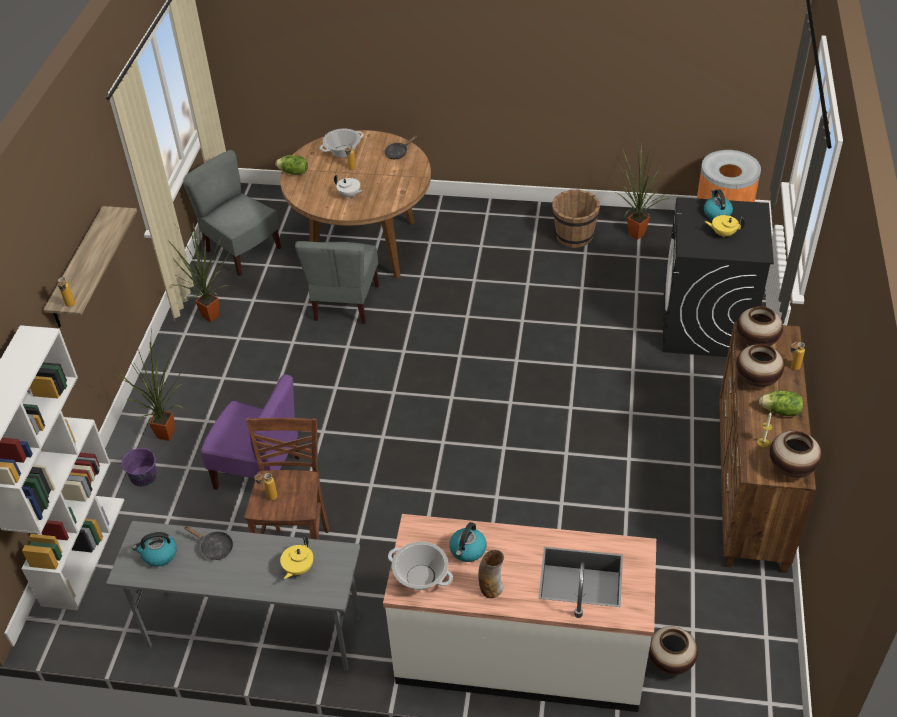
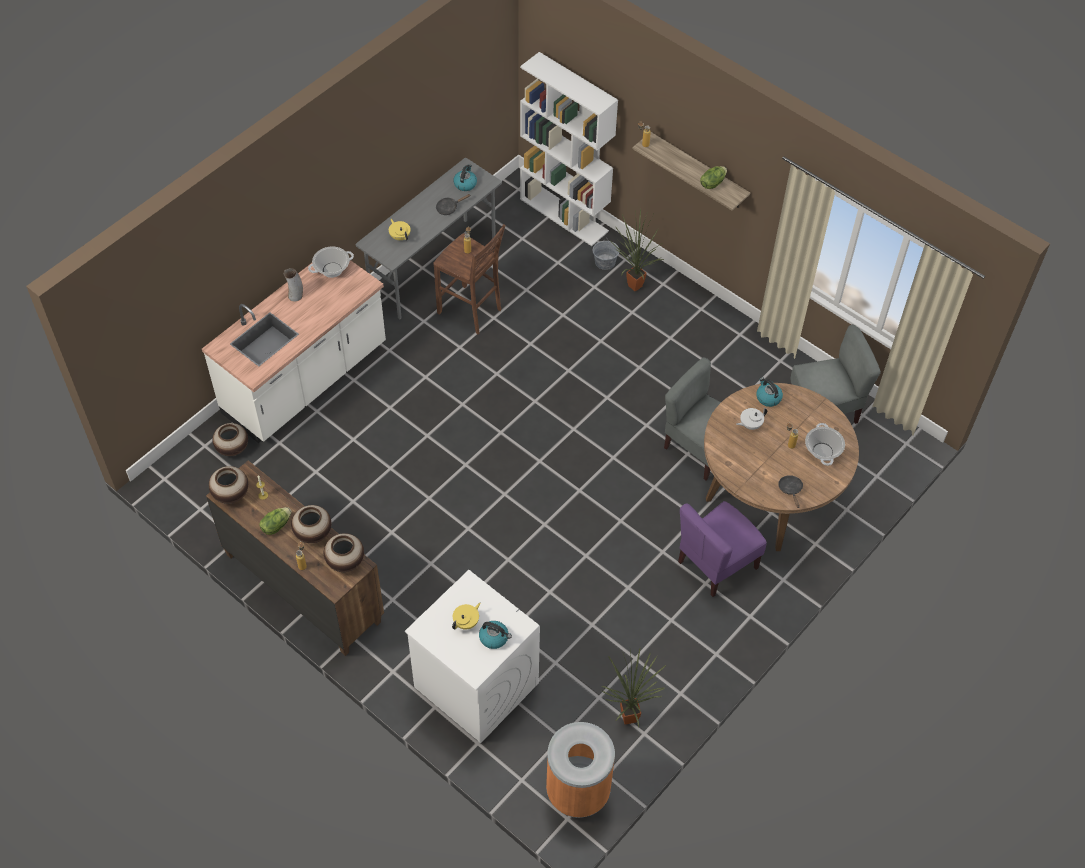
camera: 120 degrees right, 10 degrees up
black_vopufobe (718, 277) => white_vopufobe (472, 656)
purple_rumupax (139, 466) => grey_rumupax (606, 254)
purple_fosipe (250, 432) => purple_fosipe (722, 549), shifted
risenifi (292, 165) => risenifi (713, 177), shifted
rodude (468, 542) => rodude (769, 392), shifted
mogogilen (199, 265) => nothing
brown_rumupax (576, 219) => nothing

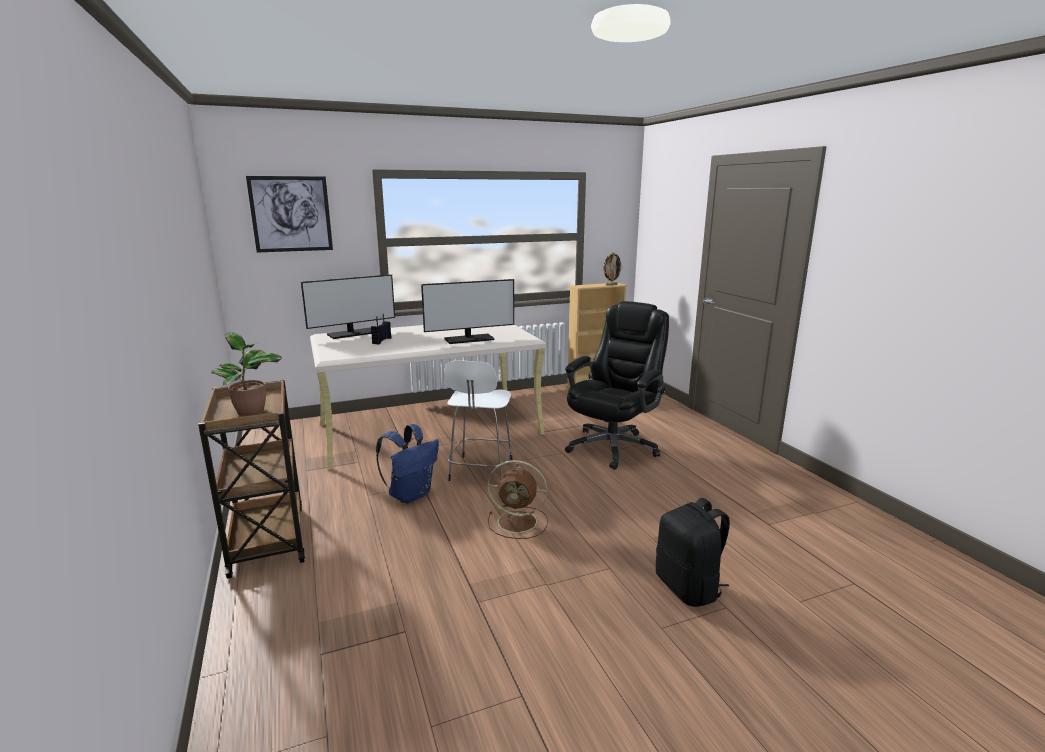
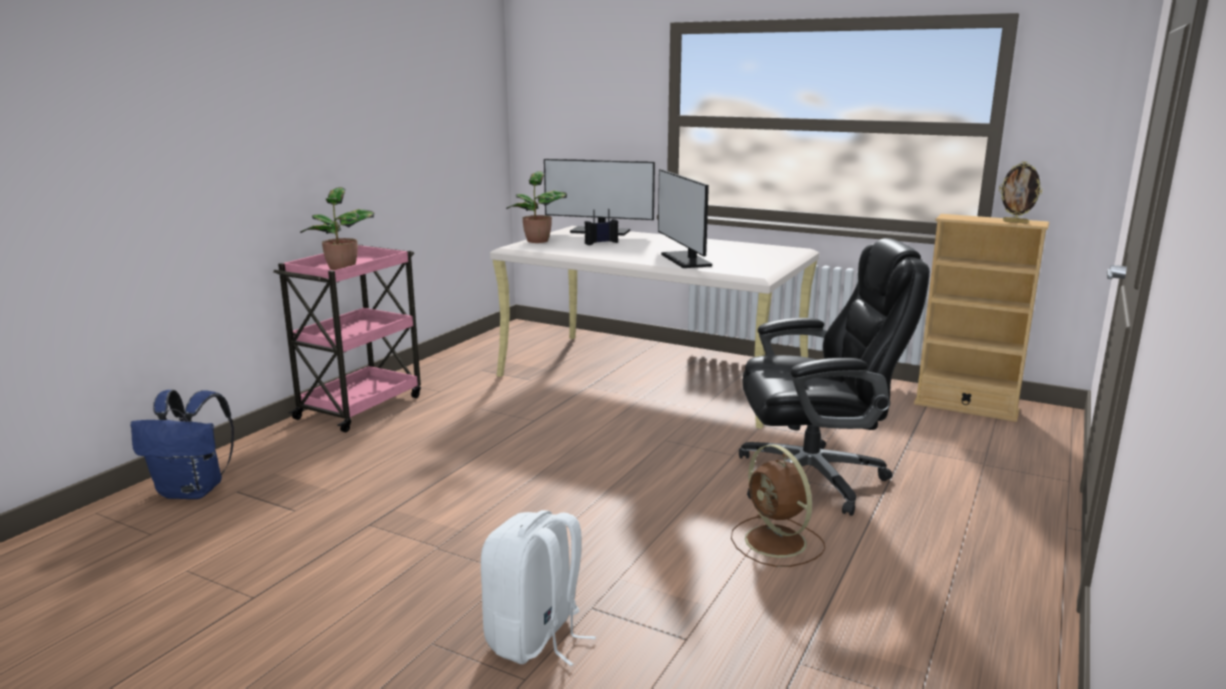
camera: 50 degrees right, 0 degrees up
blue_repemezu (407, 464) => blue_repemezu (182, 444), shifted
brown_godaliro (251, 479) => pink_godaliro (347, 338)
black_repemezu (693, 552) => white_repemezu (538, 588)
nothing => mogogilen (536, 207)
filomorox (467, 311) => filomorox (685, 218), 45 degrees clockwise
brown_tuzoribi (517, 499) => brown_tuzoribi (778, 505), shifted
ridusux (289, 214) => nothing
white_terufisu (478, 420) => nothing

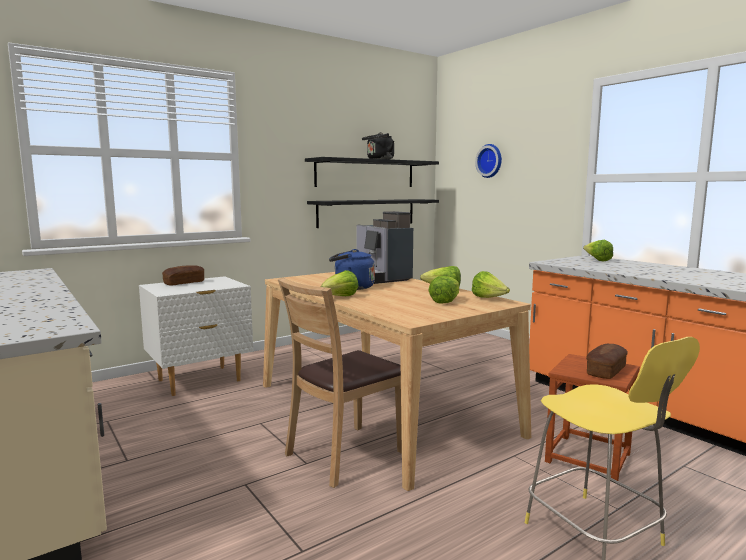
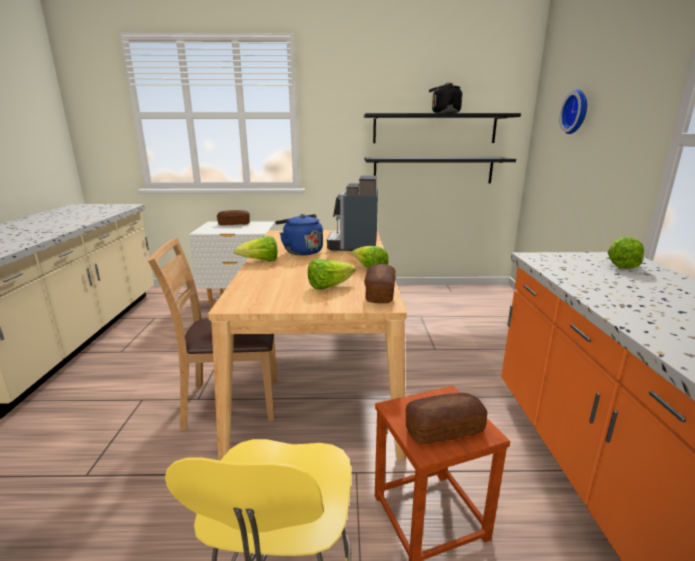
camera: 35 degrees right, 10 degrees up
risenifi (491, 284) => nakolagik (380, 283)

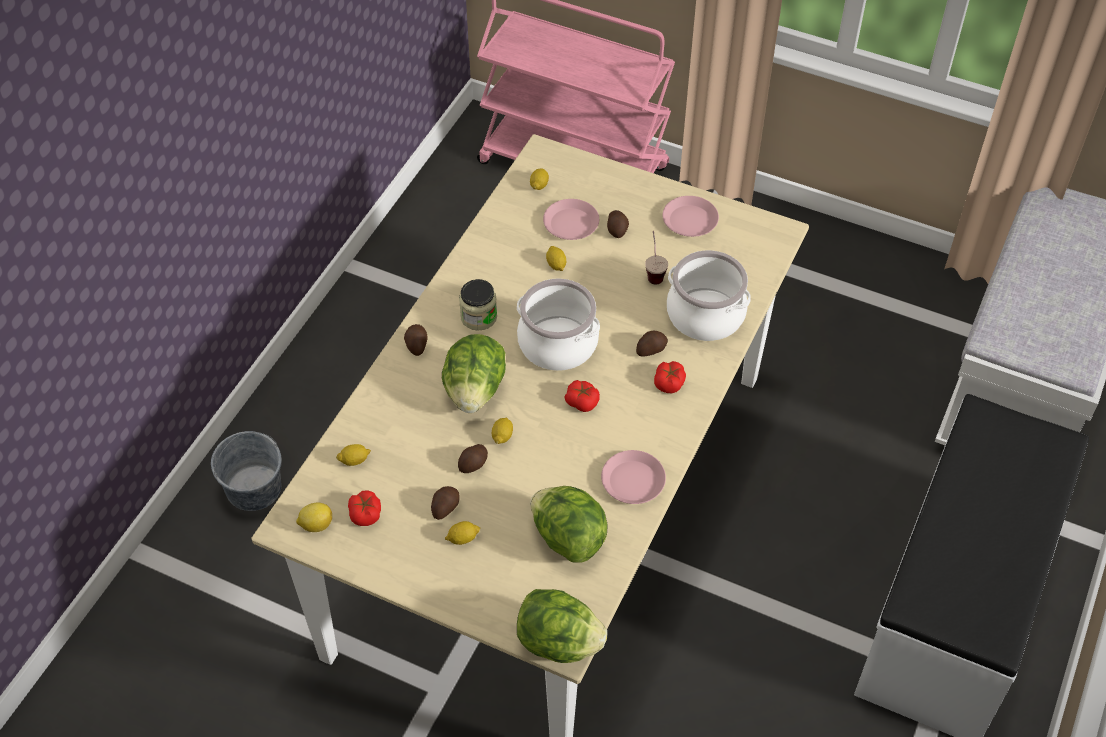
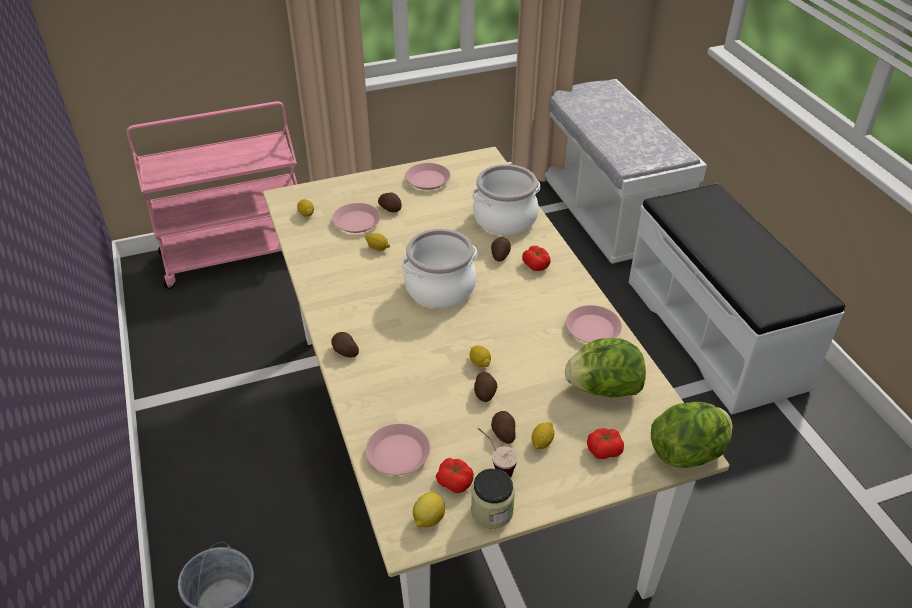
camera: 45 degrees left, 10 degrees down
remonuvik (353, 455) => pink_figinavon (398, 449)
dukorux (478, 305) => dukorux (493, 499), shifted
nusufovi (656, 257) => nusufovi (498, 452), shifted
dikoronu (582, 396) => dikoronu (605, 443), shifted
risenifi (474, 373) => nothing

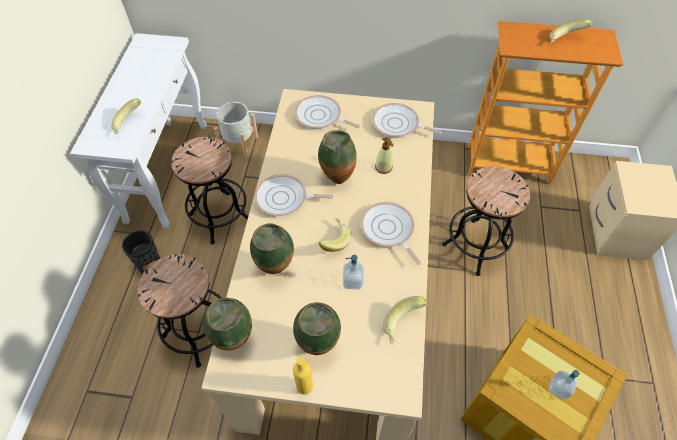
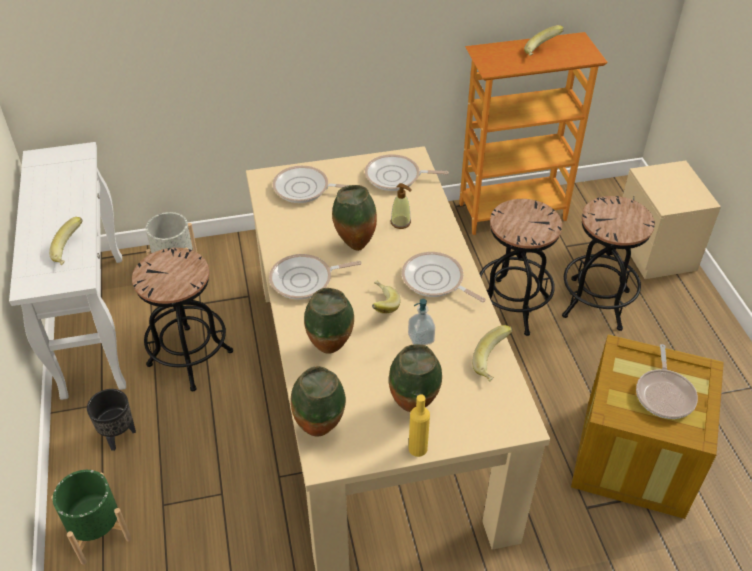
camera: 20 degrees left, 10 degrees down
nothing => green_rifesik (91, 517)
black_terufisu (179, 311) => black_terufisu (608, 263), shifted
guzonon (564, 384) => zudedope (667, 381)

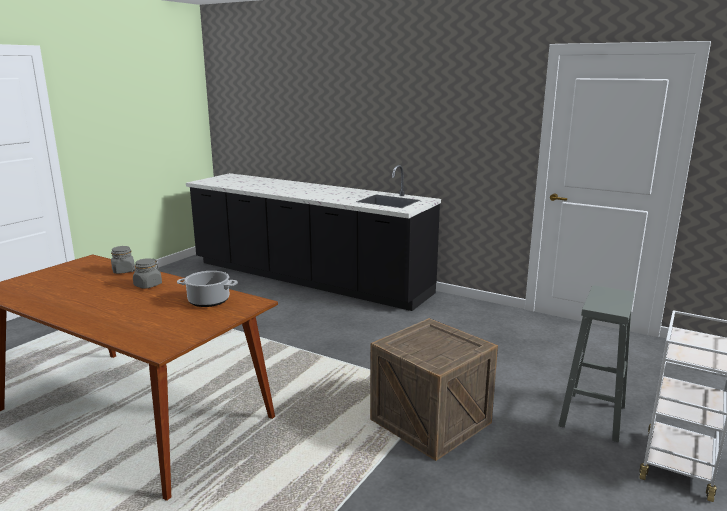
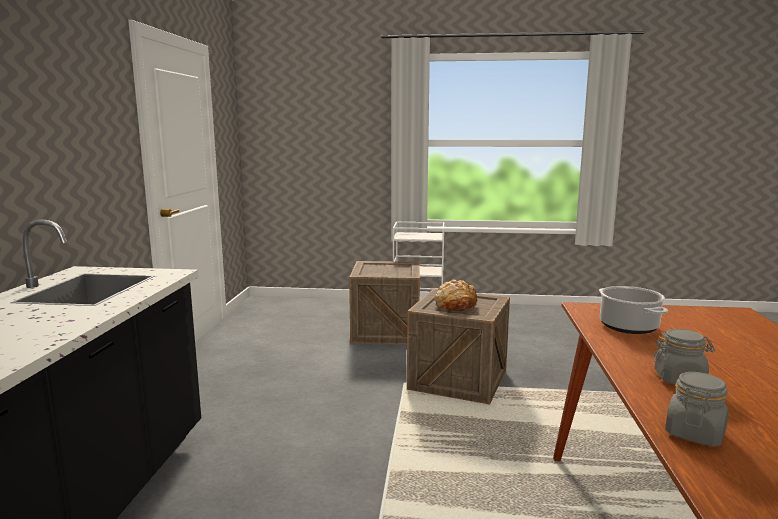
camera: 115 degrees left, 5 degrees down
grey_terufisu (596, 363) => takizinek (384, 303)
nothing => nakolagik (455, 295)

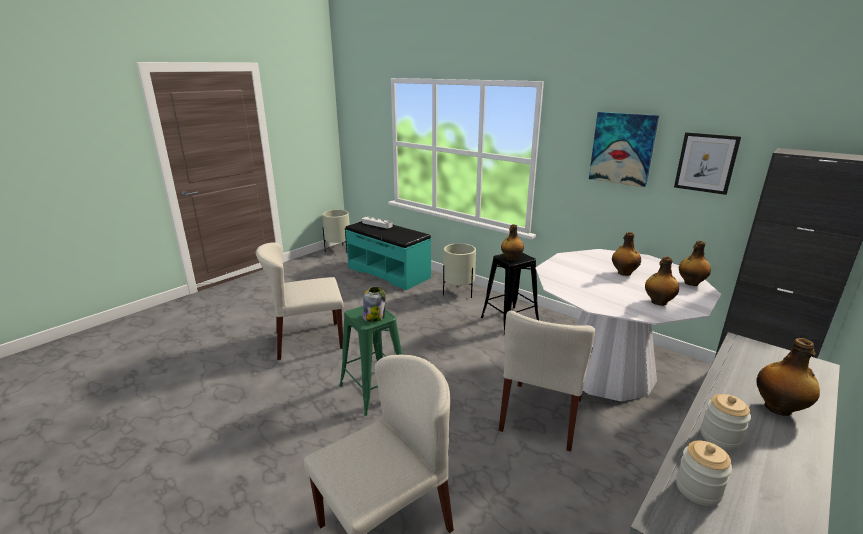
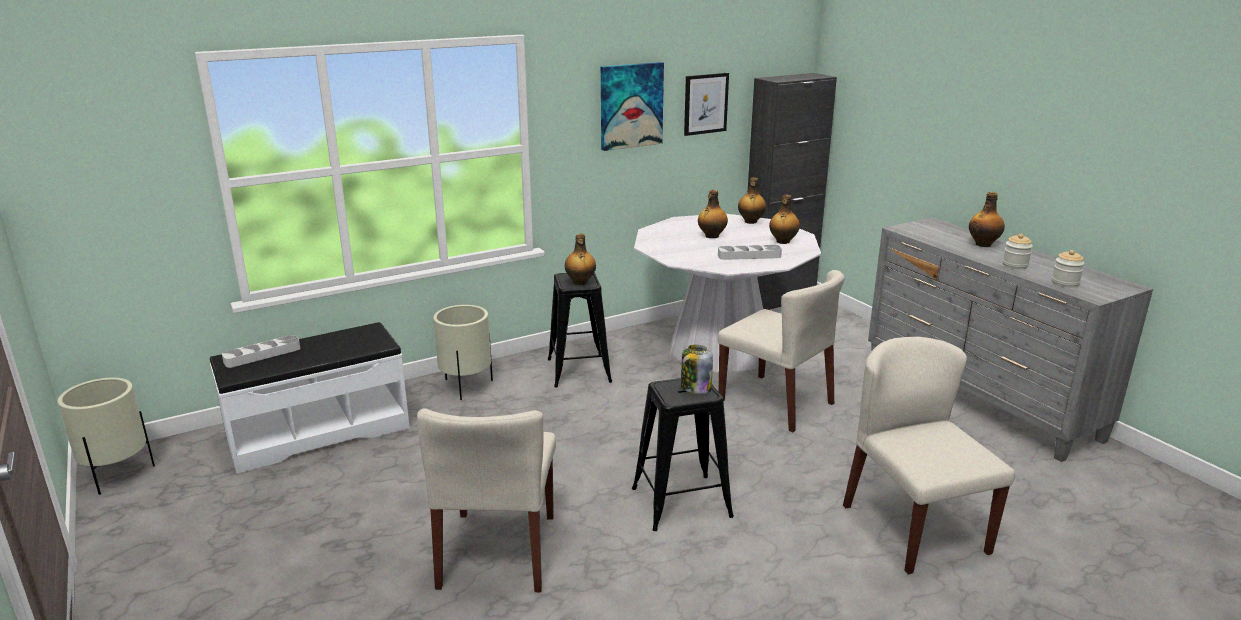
camera: 70 degrees left, 0 degrees up
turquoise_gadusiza (388, 255) => white_gadusiza (310, 398)
green_terufisu (370, 361) => black_terufisu (683, 454)
nothing => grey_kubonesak (750, 252)

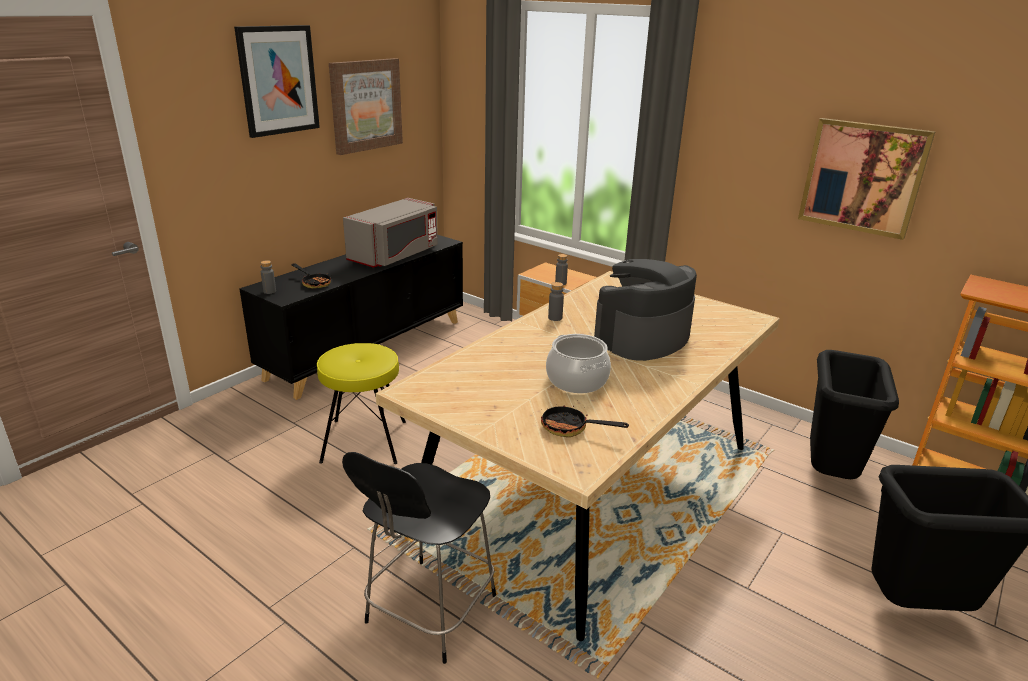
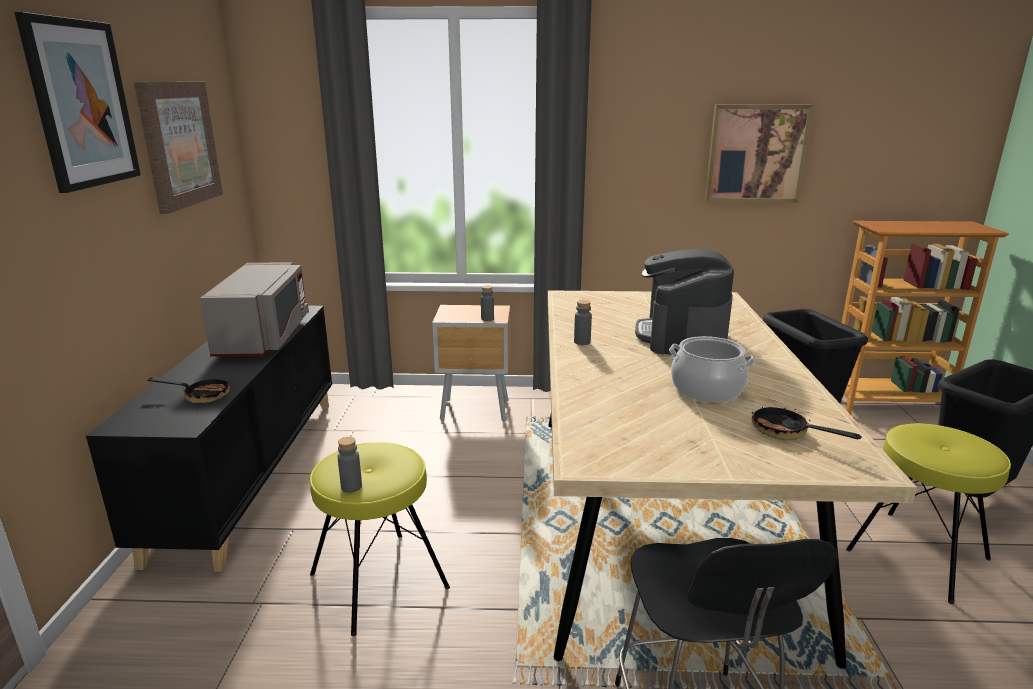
camera: 35 degrees left, 5 degrees down
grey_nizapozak (268, 277) => grey_nizapozak (350, 465), shifted
zudedope (585, 418) => zudedope (807, 422), 60 degrees clockwise
nothing => yellow_terufisu (928, 513)

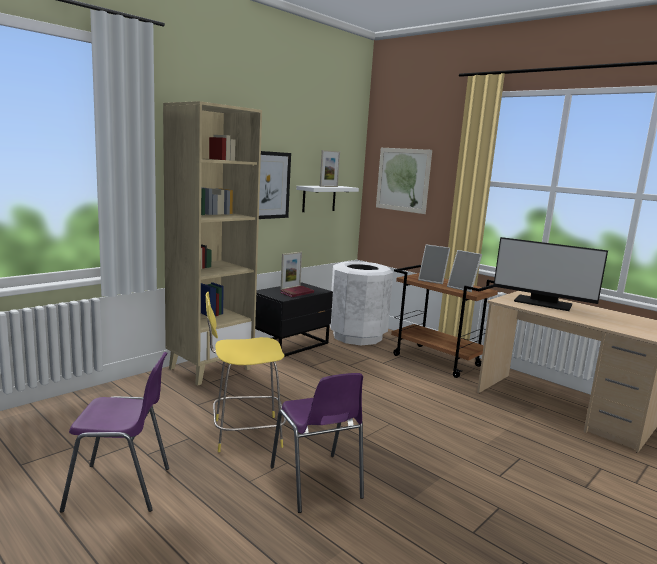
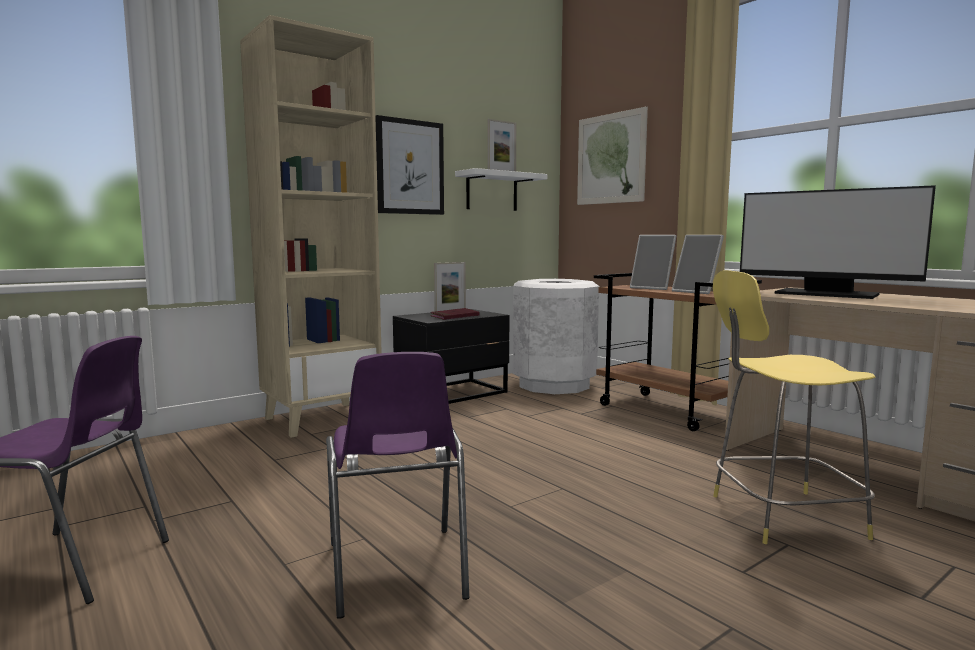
camera: 10 degrees right, 5 degrees down
yellow_terufisu (246, 372) => yellow_terufisu (794, 407), shifted

